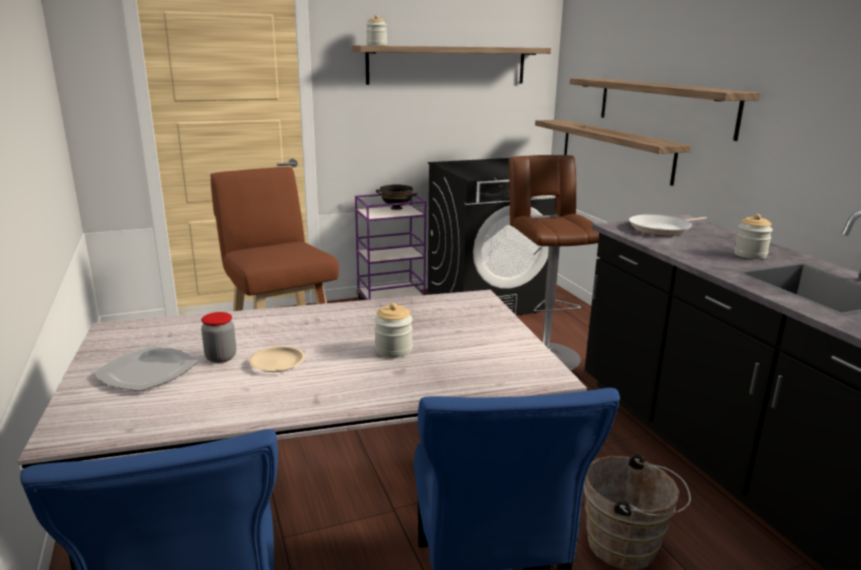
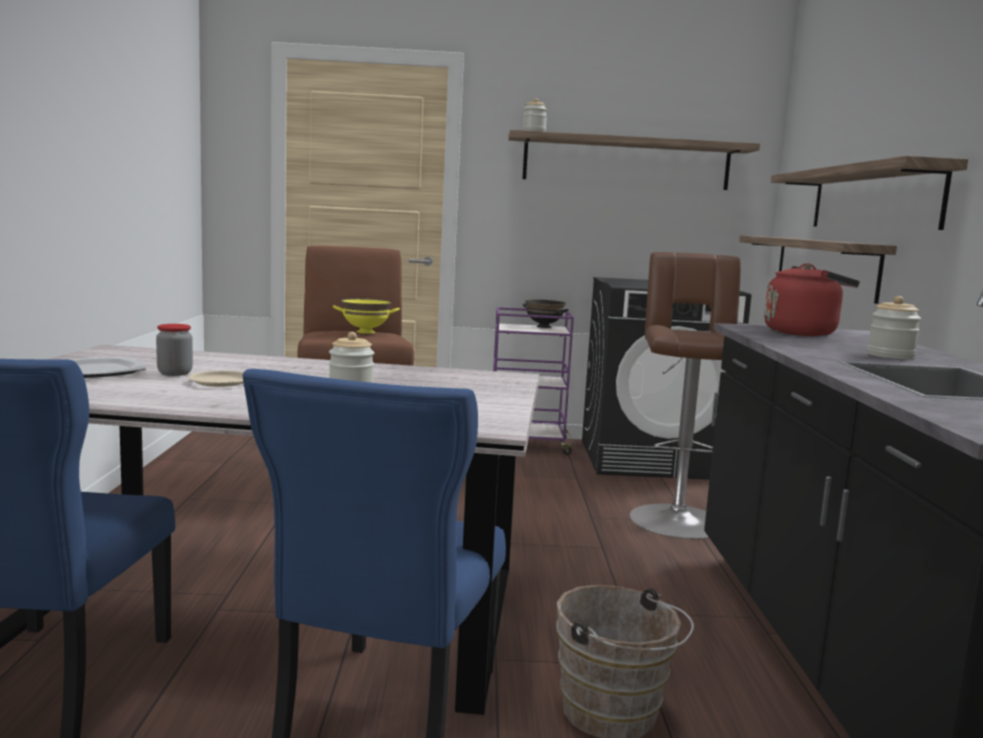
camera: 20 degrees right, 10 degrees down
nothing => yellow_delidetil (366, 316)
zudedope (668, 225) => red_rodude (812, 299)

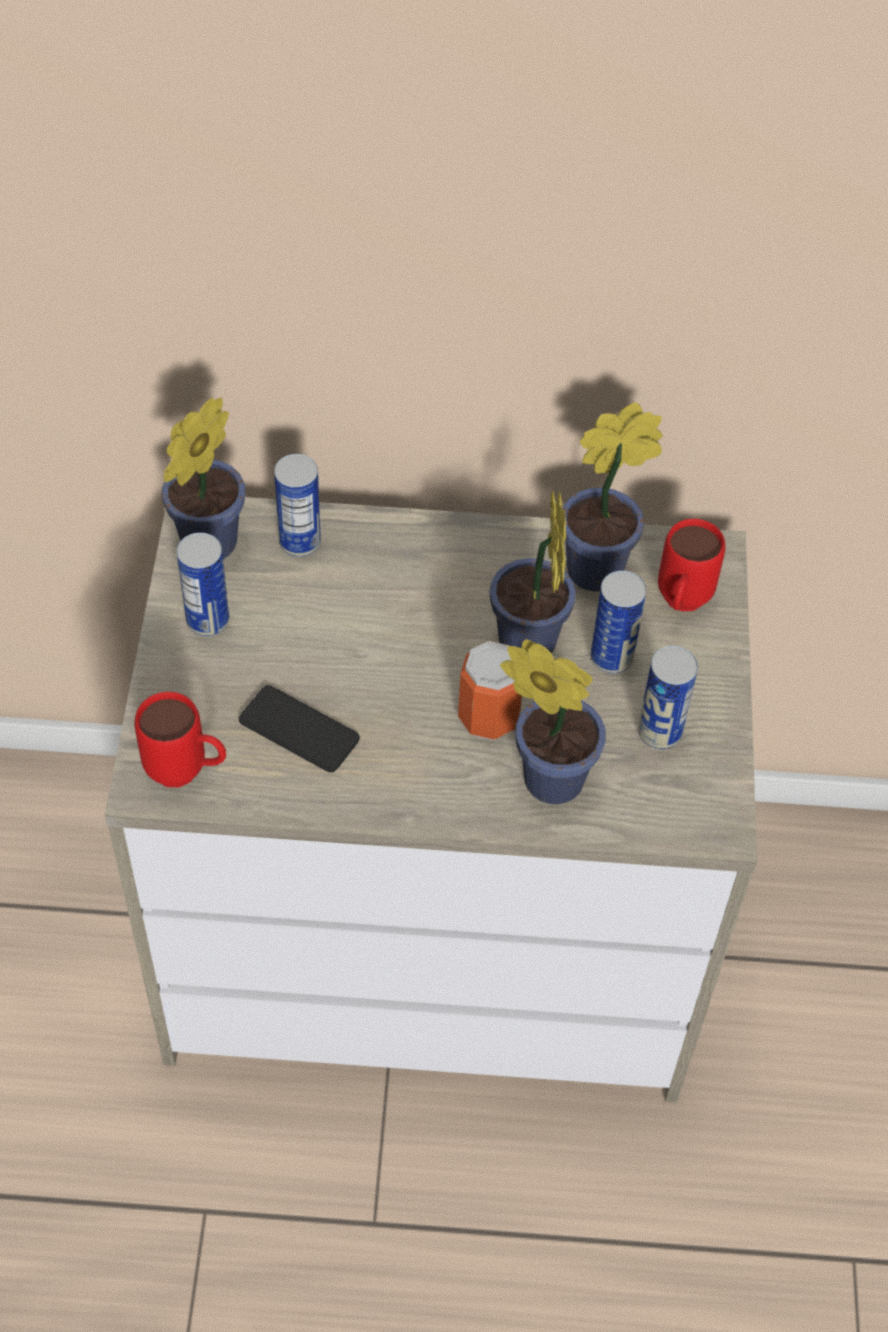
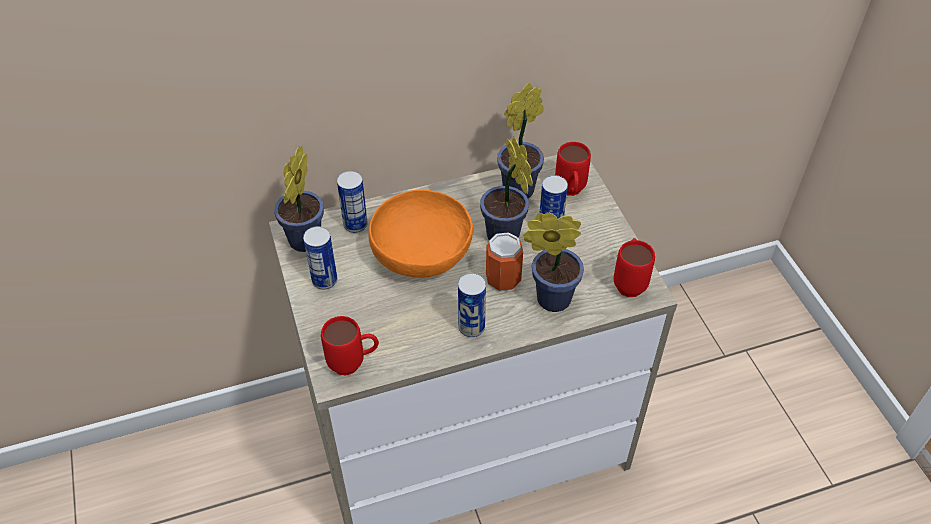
camera: 20 degrees left, 5 degrees down
nothing => orange_delidetil (421, 234)
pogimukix (668, 697) => pogimukix (472, 305), shifted
nothing => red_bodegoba (634, 267)
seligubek (299, 728) => nothing

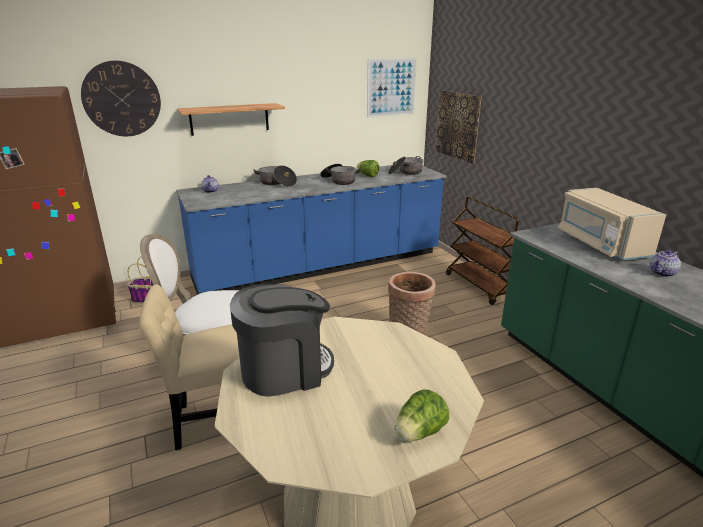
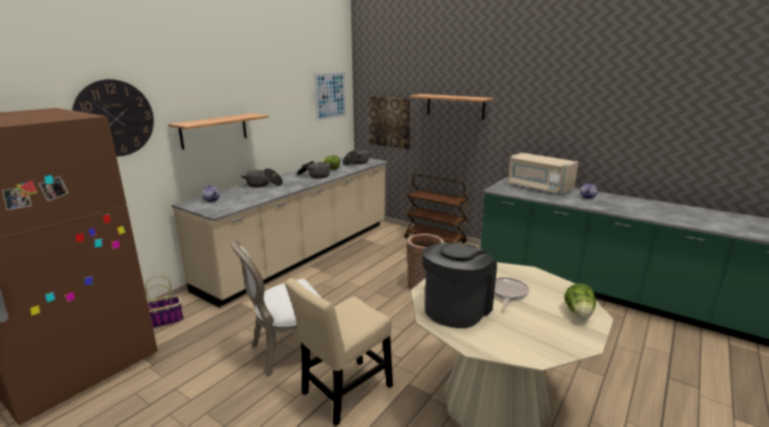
camera: 30 degrees left, 5 degrees down
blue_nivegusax (311, 230) => beige_nivegusax (280, 232)
nothing => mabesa (451, 107)
nothing => zudedope (511, 291)

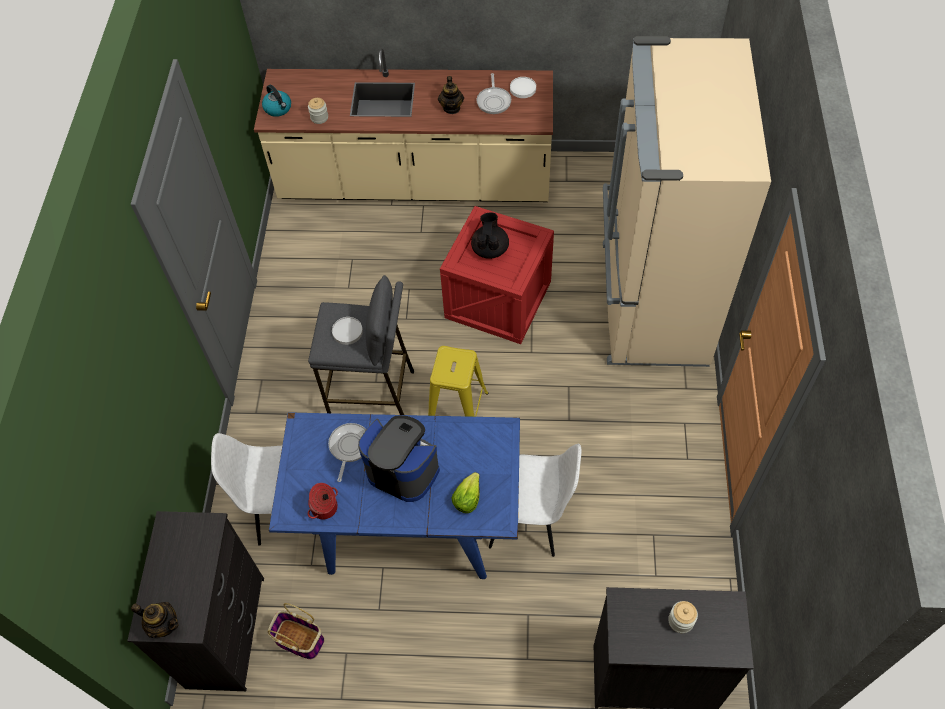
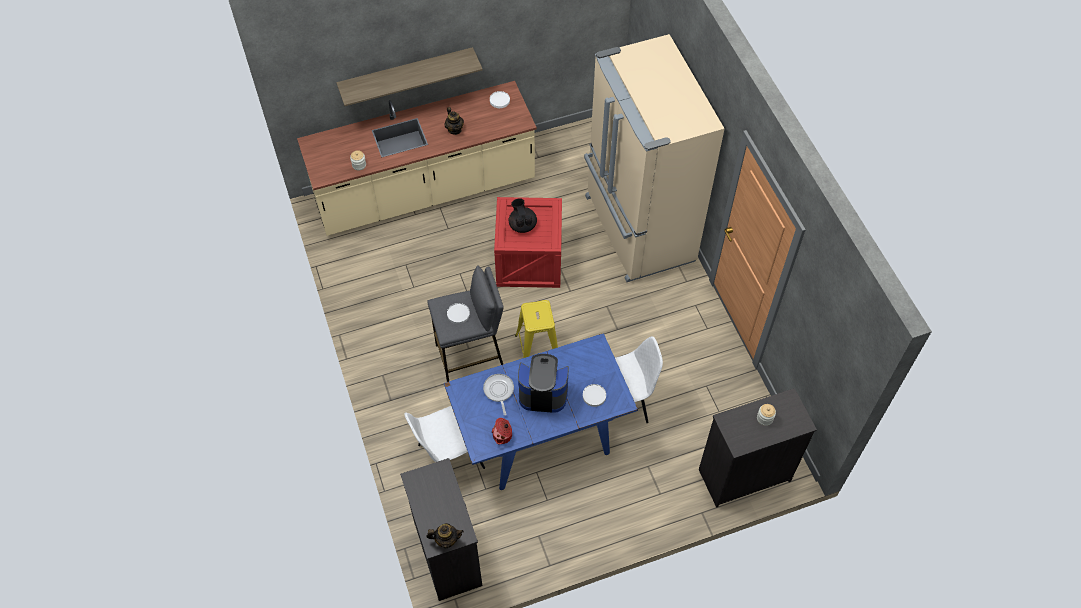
camera: 25 degrees left, 0 degrees up
nothing => mabesa (409, 76)
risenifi (465, 492) => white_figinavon (594, 395)
rodude (276, 101) => nothing
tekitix (296, 631) => nothing
zudedope (493, 93) => nothing

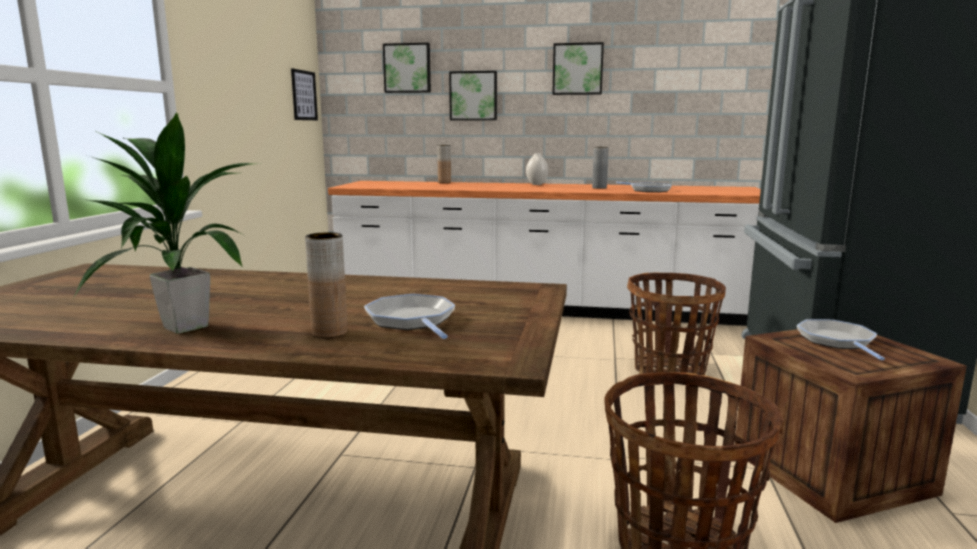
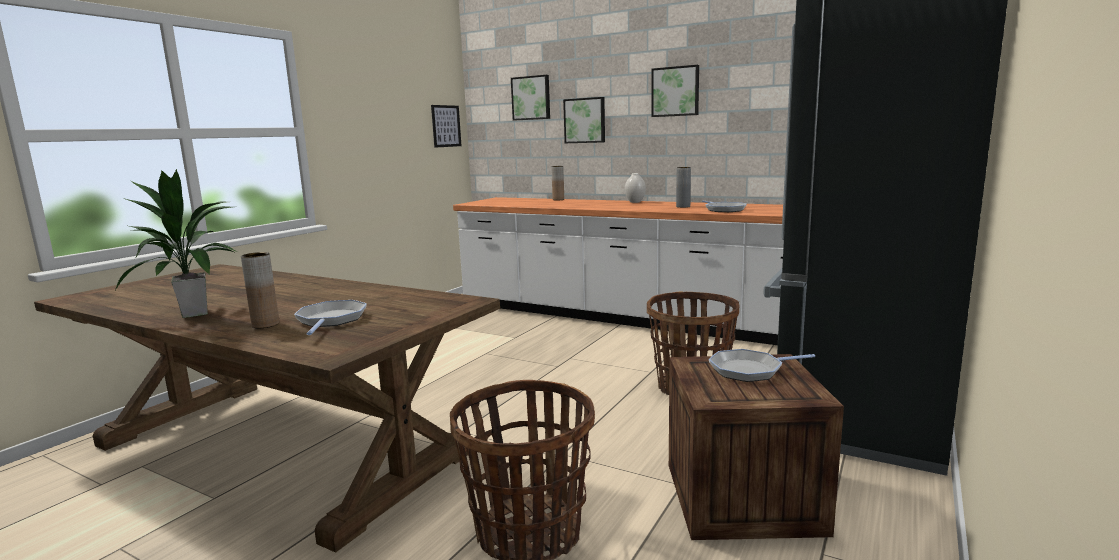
camera: 20 degrees right, 0 degrees up
zudedope (841, 339) => zudedope (762, 365), 120 degrees counterclockwise

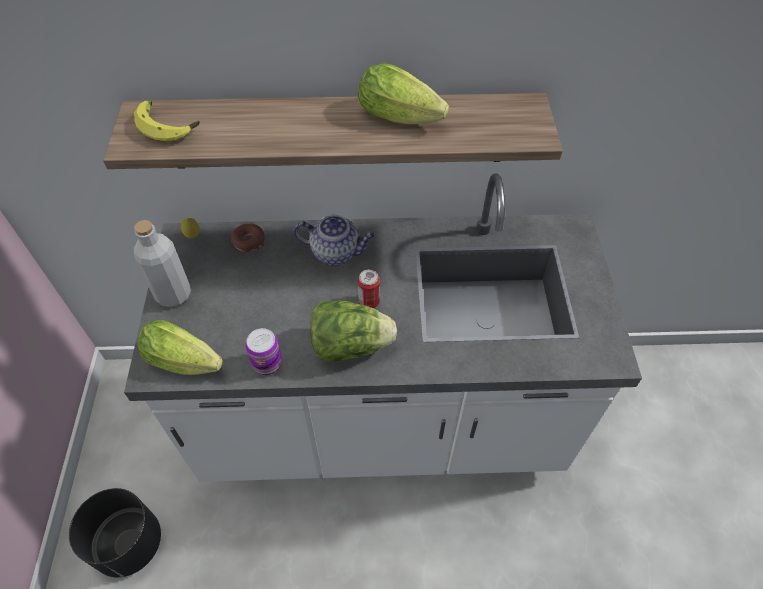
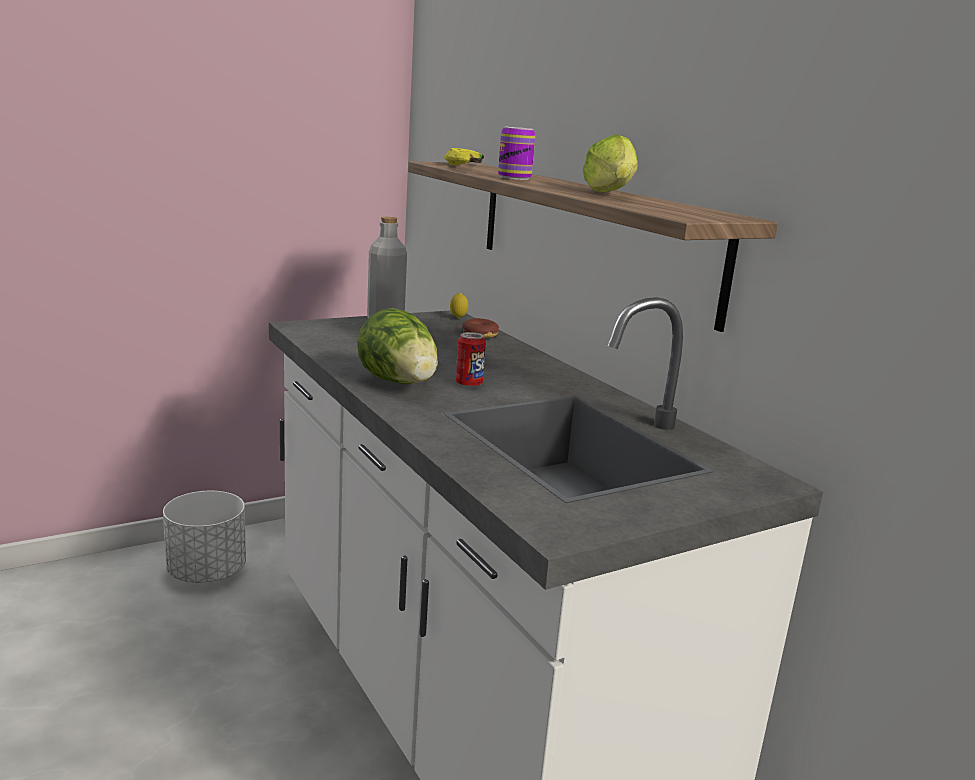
camera: 60 degrees right, 35 degrees down
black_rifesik (115, 532) => white_rifesik (204, 536)
pogimukix (263, 351) => pogimukix (516, 153), shifted
risenifi (180, 347) => nothing
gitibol (334, 240) => nothing

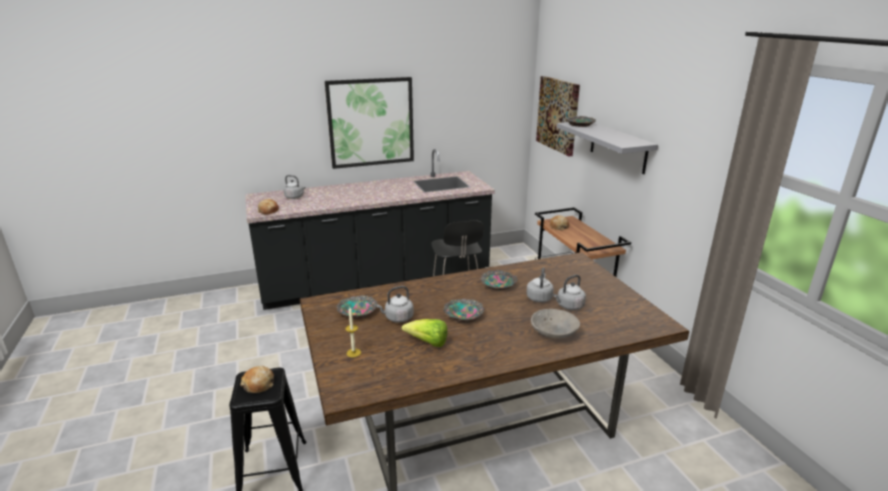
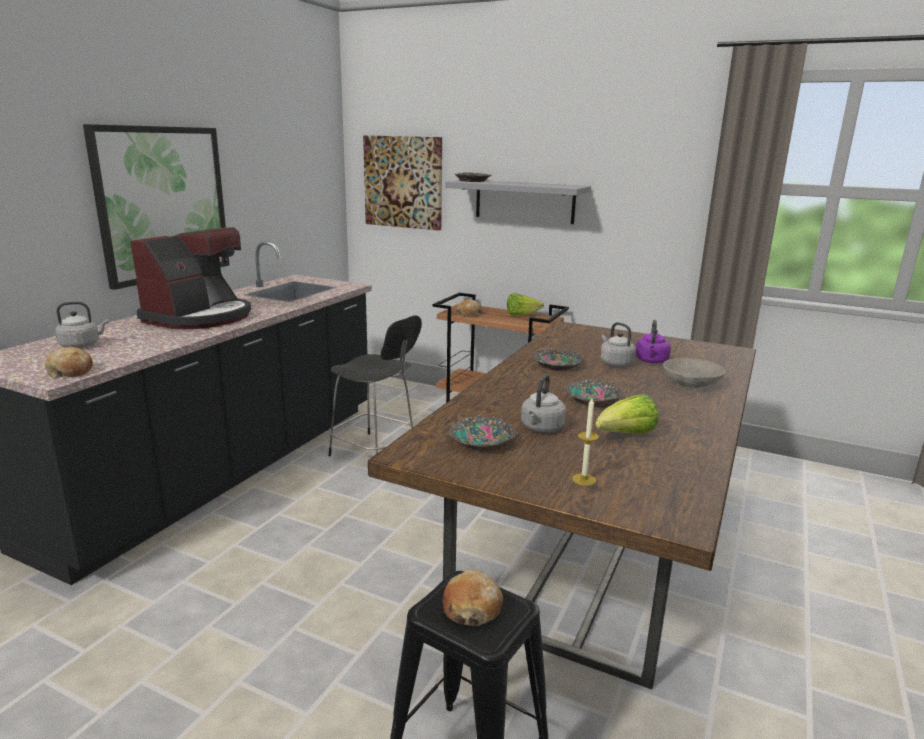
camera: 45 degrees left, 5 degrees down
nothing => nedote (190, 278)
nothing => risenifi (525, 304)
grey_rodude (570, 292) => purple_rodude (653, 341)

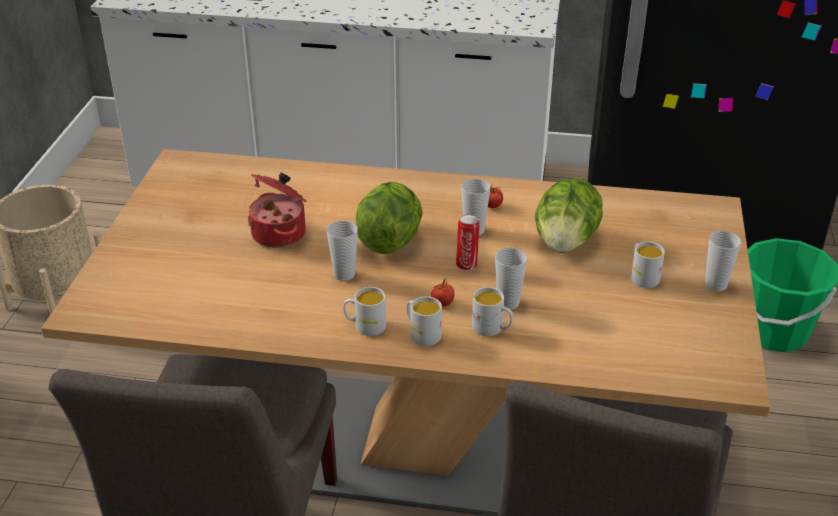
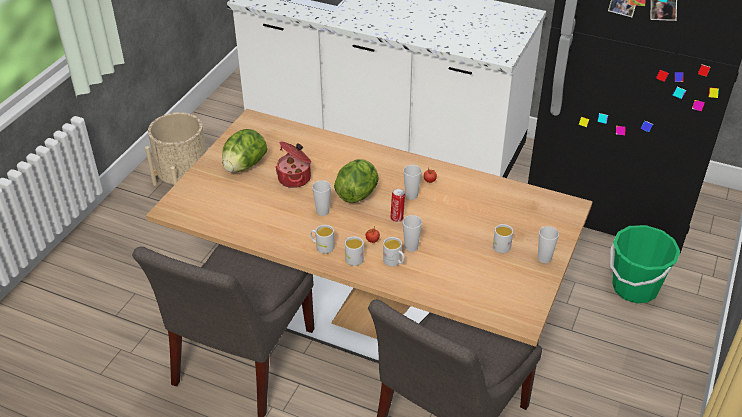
camera: 15 degrees right, 5 degrees up
risenifi (569, 215) => risenifi (244, 150), shifted

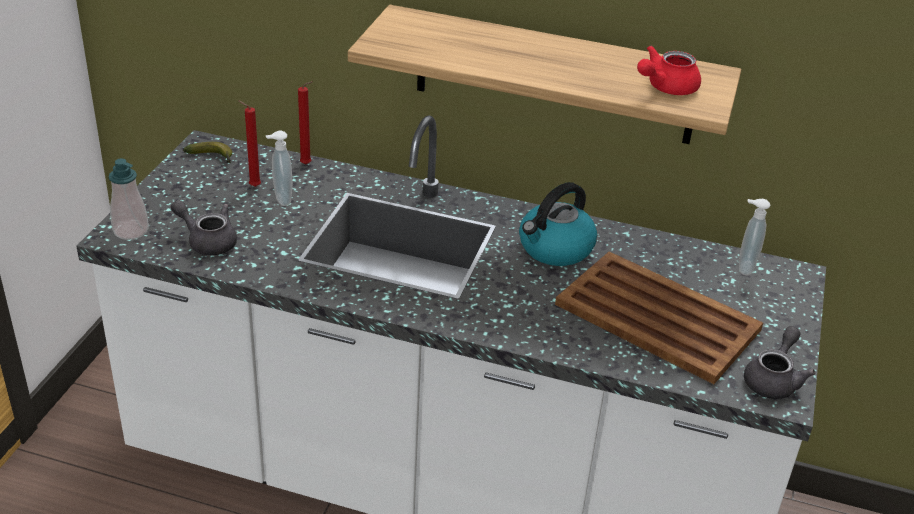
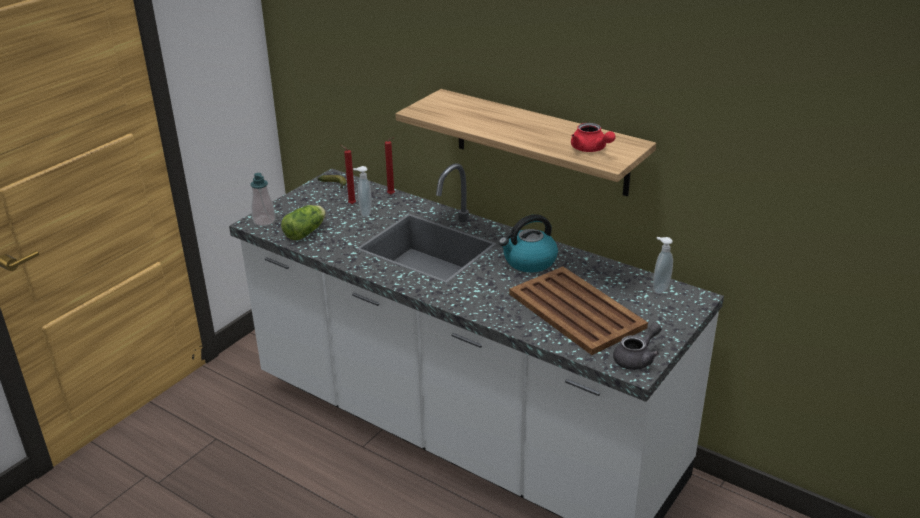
camera: 20 degrees right, 5 degrees down
grey_gitibol (204, 227) => risenifi (303, 222)
red_gitibol (669, 70) => red_gitibol (593, 137), 105 degrees counterclockwise

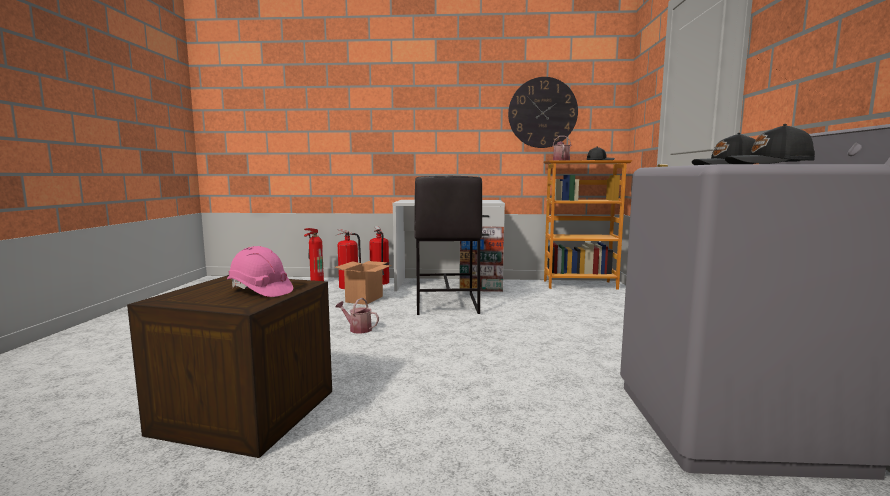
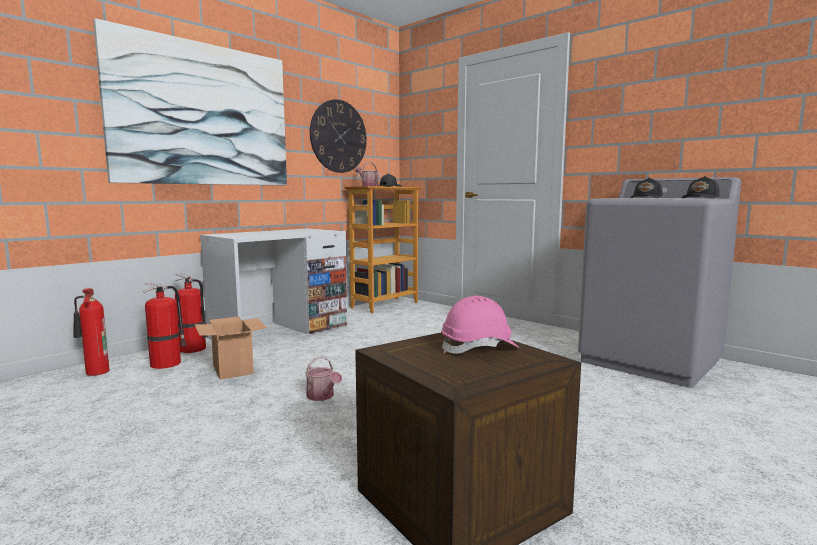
camera: 50 degrees left, 0 degrees up
nothing => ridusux (190, 101)
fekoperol (357, 316) => fekoperol (323, 378), 105 degrees counterclockwise
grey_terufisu (448, 245) => nothing

